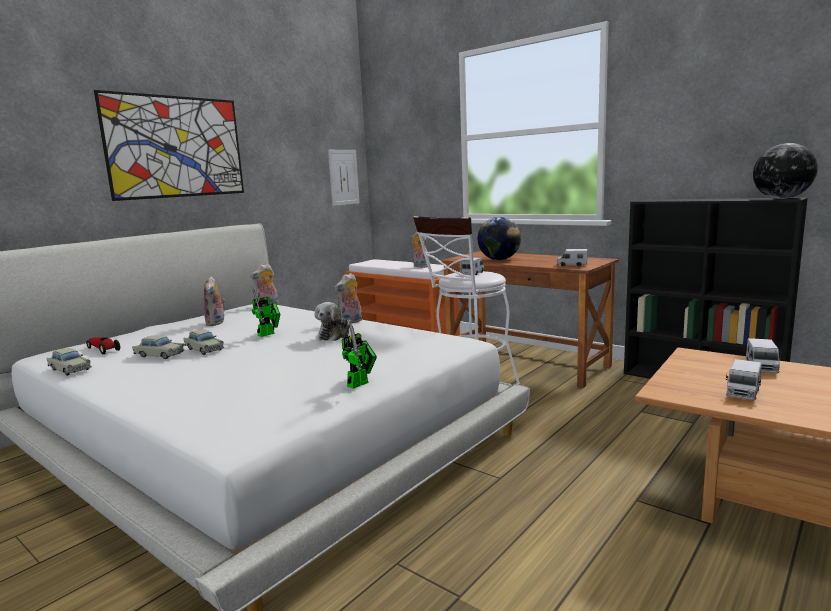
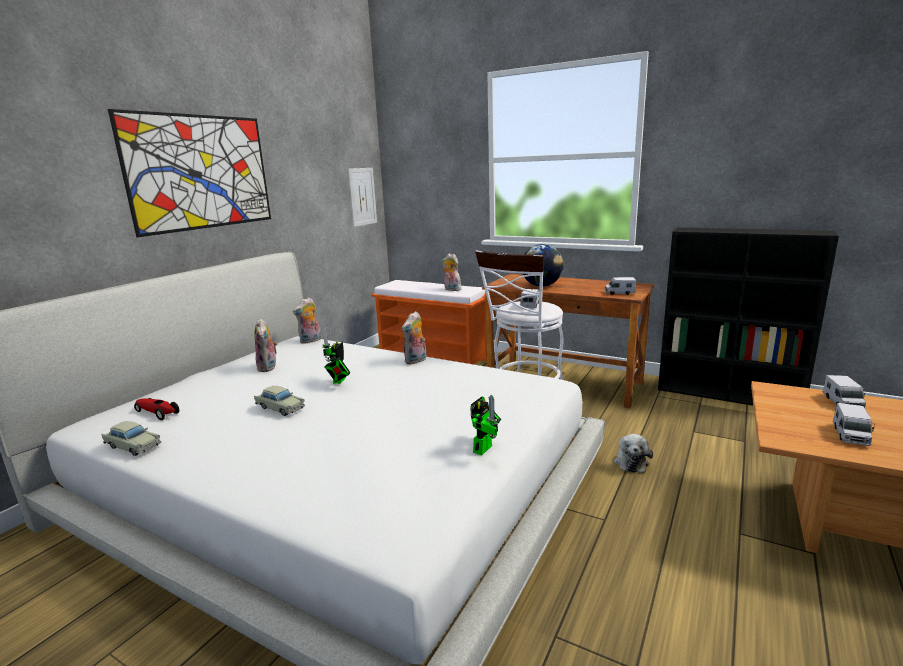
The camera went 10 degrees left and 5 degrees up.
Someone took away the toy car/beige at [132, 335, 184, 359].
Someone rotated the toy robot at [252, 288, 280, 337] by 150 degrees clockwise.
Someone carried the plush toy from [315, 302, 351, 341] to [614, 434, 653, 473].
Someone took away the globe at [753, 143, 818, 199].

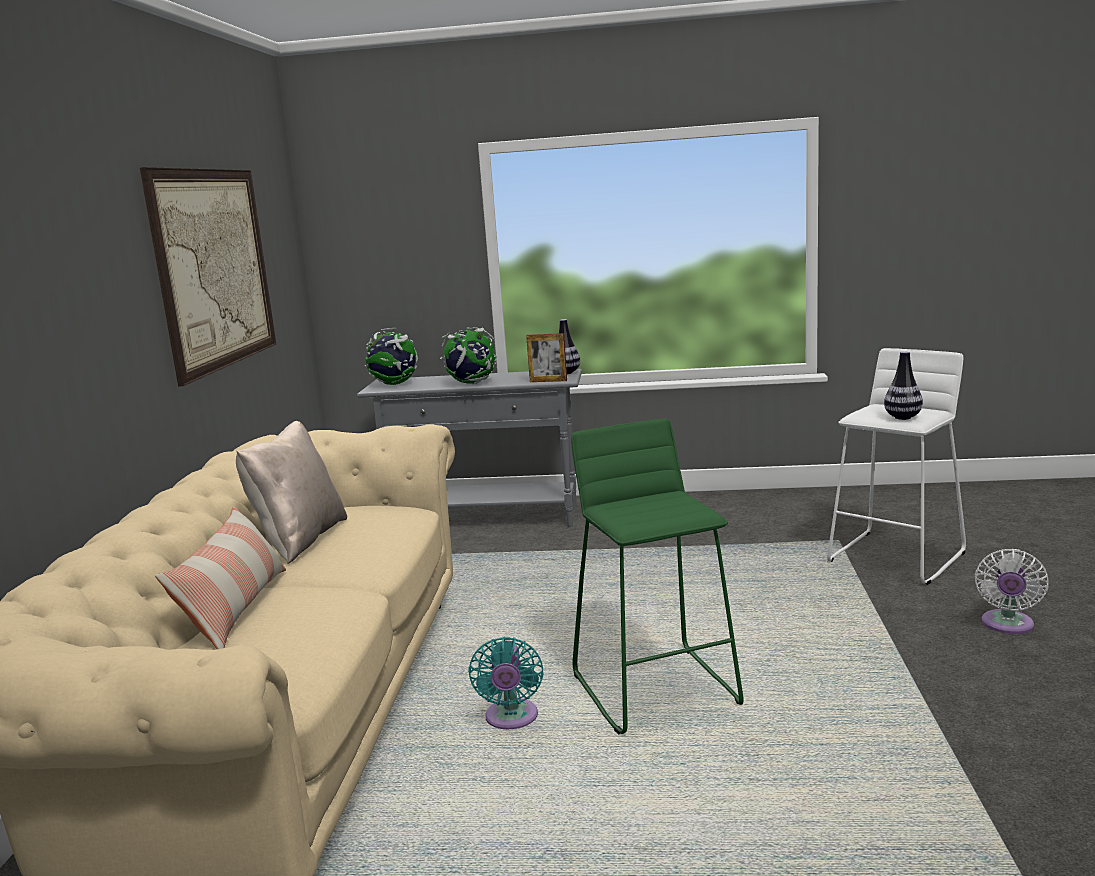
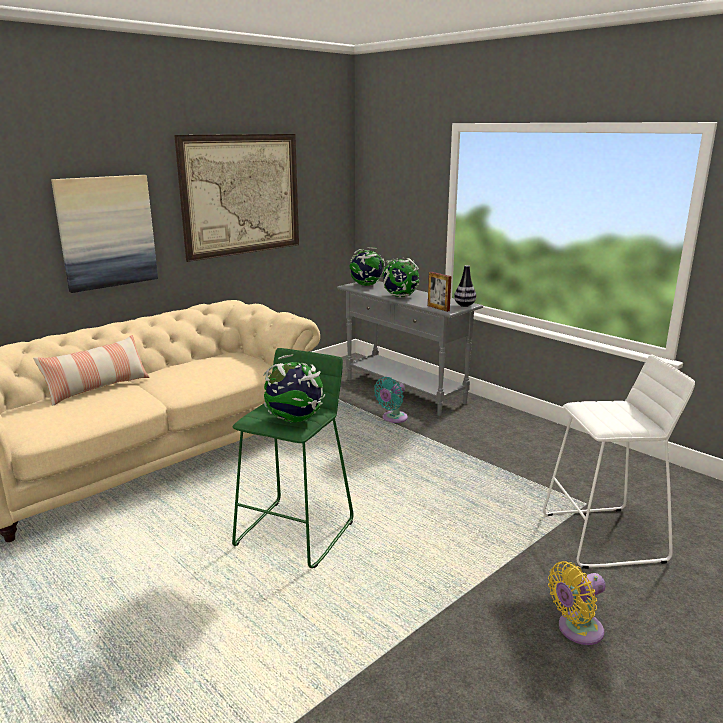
The camera went 40 degrees right and 5 degrees up.
Someone took away the pillow/beige at [236, 421, 347, 564].
Someone carried the fan/turquoise from [468, 637, 544, 729] to [374, 377, 408, 423].
Someone took away the vase at [884, 351, 923, 420].
Someone repainted the fan/white at [975, 549, 1049, 634], which became the fan/yellow at [548, 561, 606, 645].
Someone put up the picture at [51, 175, 158, 293].
Someone put down the globe at [263, 354, 326, 423].

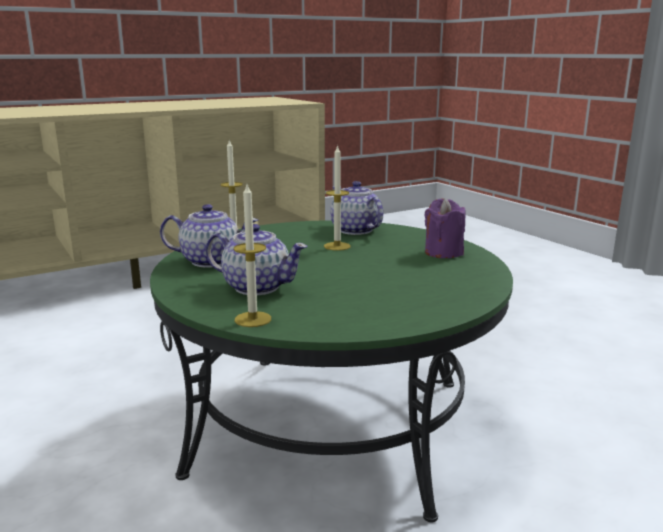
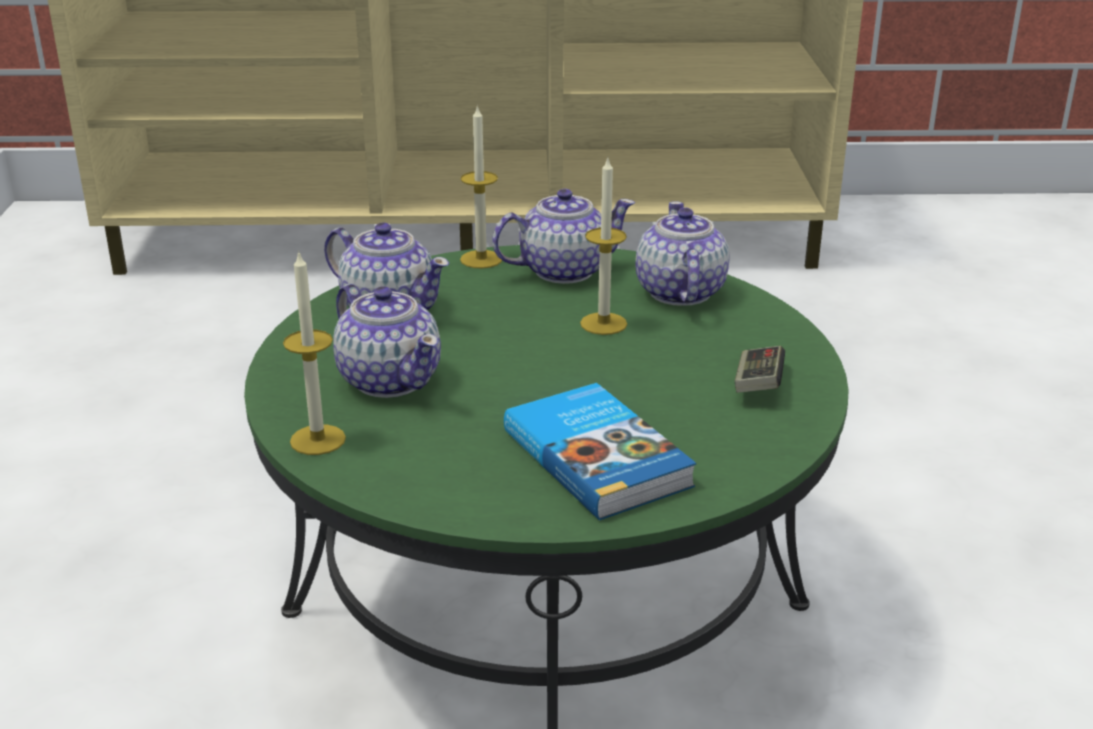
The camera went 30 degrees right and 10 degrees up.
Someone swapped the candle/purple at [425, 198, 466, 258] for the game controller at [735, 346, 785, 393].
Someone put down the teapot at [492, 189, 635, 284].
Someone put down the book at [504, 383, 696, 520].

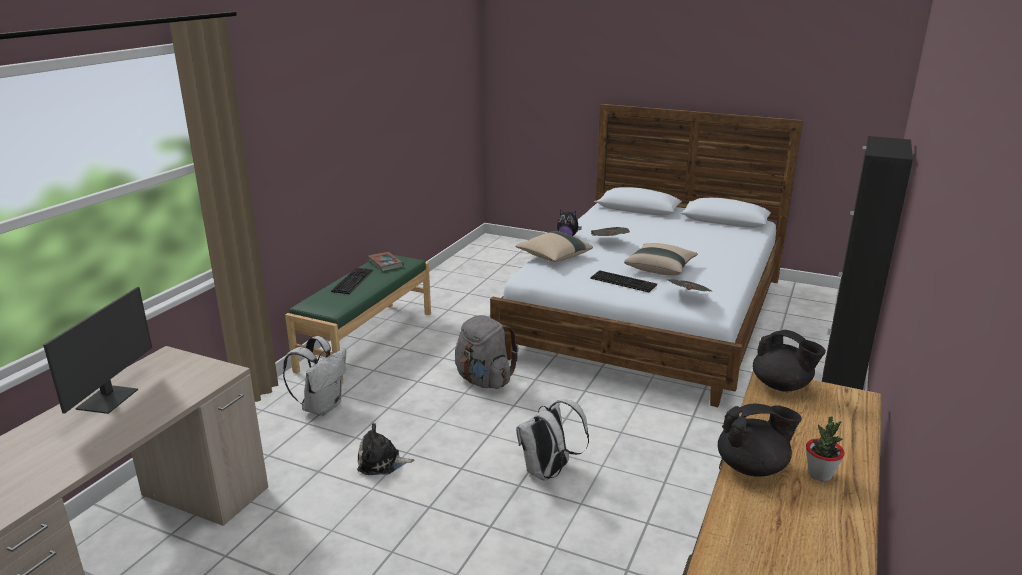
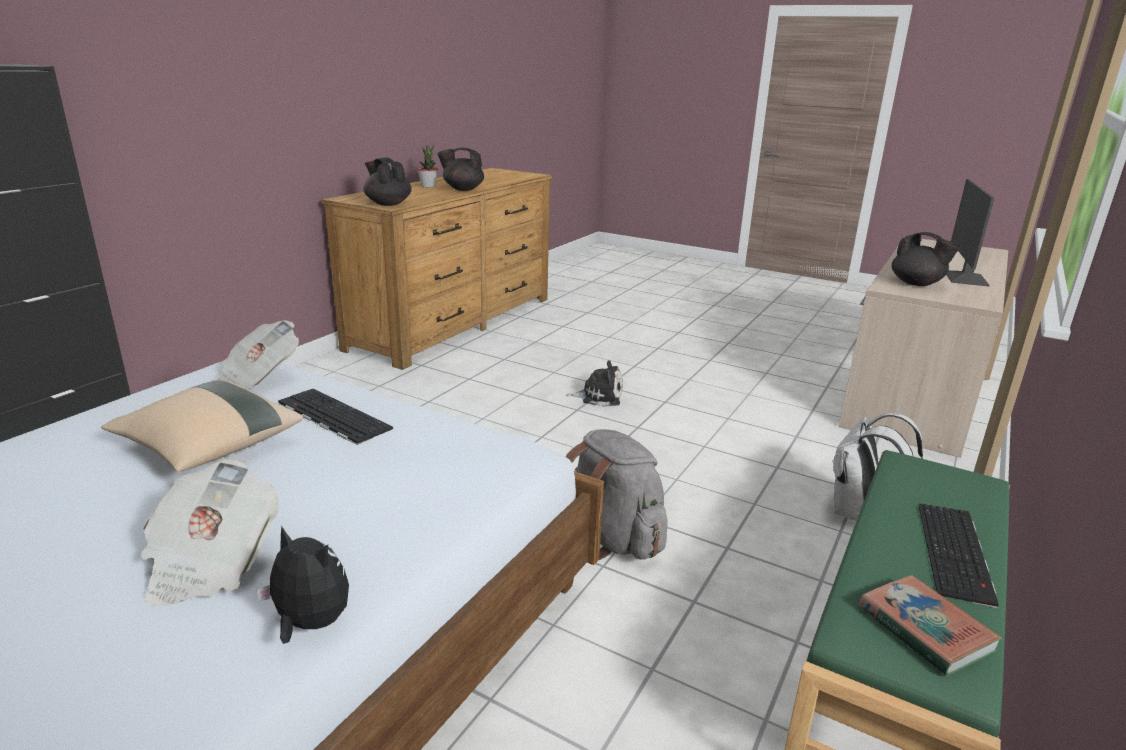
The camera went 175 degrees left and 0 degrees up.
Someone carried the plush toy from [357, 423, 414, 475] to [566, 360, 623, 407].
Someone took away the pillow/beige at [515, 231, 593, 262].
Someone took away the backpack/white at [516, 399, 589, 481].
Someone put down the teapot/black at [892, 232, 961, 286].

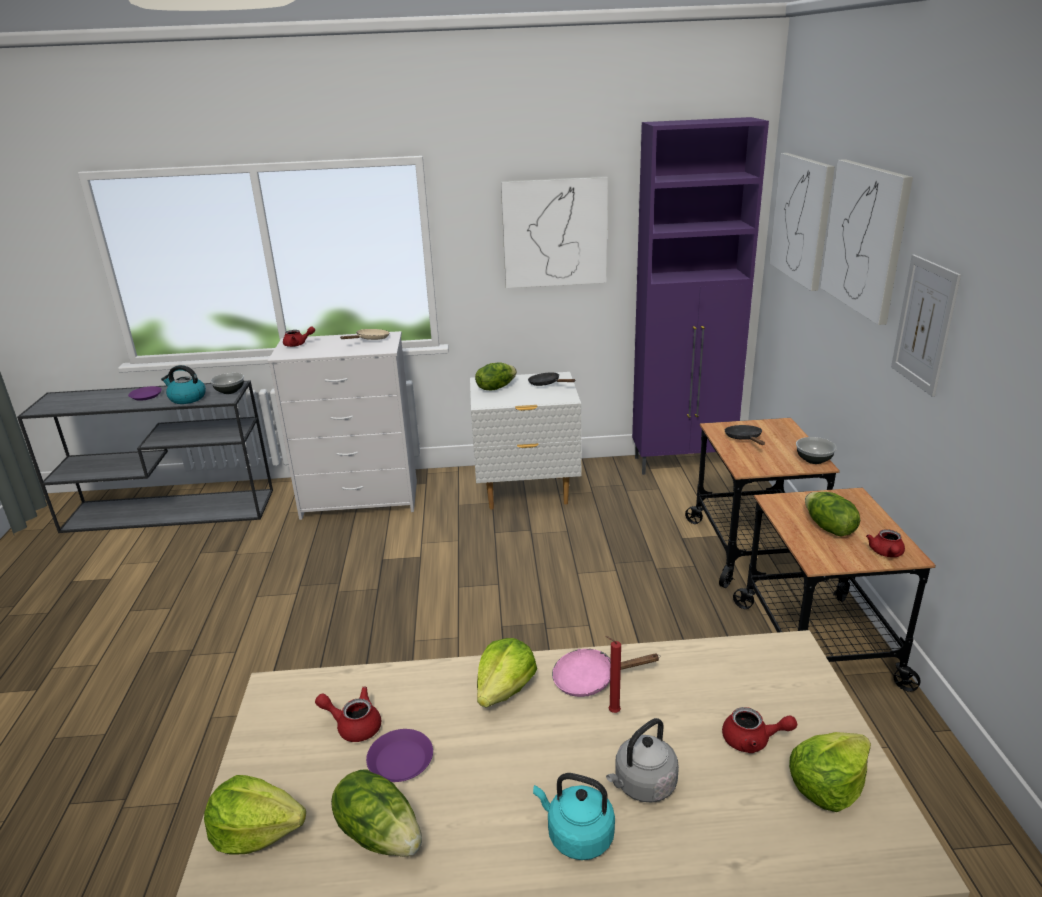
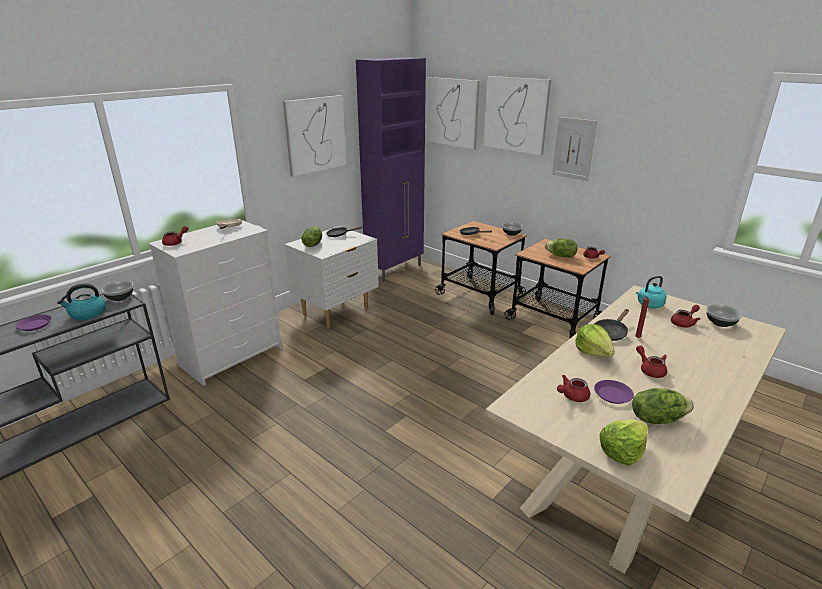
The camera went 45 degrees left and 0 degrees up.
Someone carried the kettle/turquoise from [533, 773, 615, 860] to [636, 276, 667, 308].
Someone repainted the frying pan/pink at [552, 649, 660, 697], which became the frying pan/black at [594, 309, 629, 341].
Someone took away the kettle/grey at [606, 718, 679, 803].
Someone swapped the lettuce at [789, 732, 871, 812] for the bowl at [706, 304, 742, 327].
Someone put down the teapot/red at [636, 345, 667, 378].

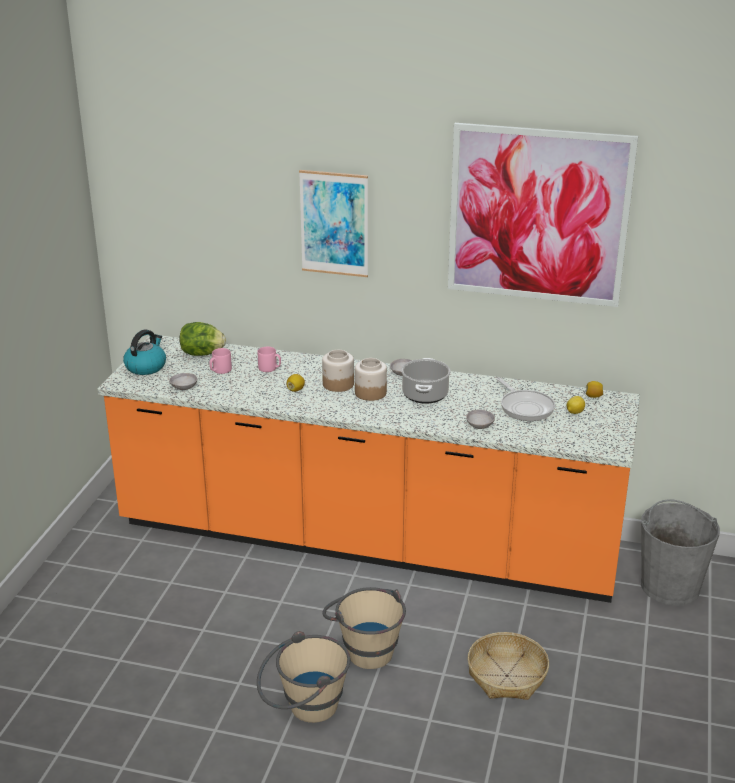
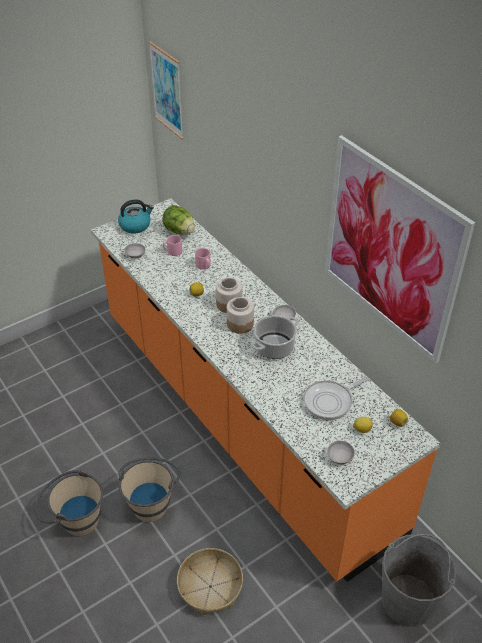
The camera went 40 degrees right and 15 degrees up.
Someone carried the picture from [299, 170, 368, 277] to [148, 41, 184, 140].
Someone carried the bowl/grey from [466, 410, 495, 429] to [327, 441, 355, 464].
Someone rotated the frying pan at [496, 378, 555, 421] by 45 degrees clockwise.

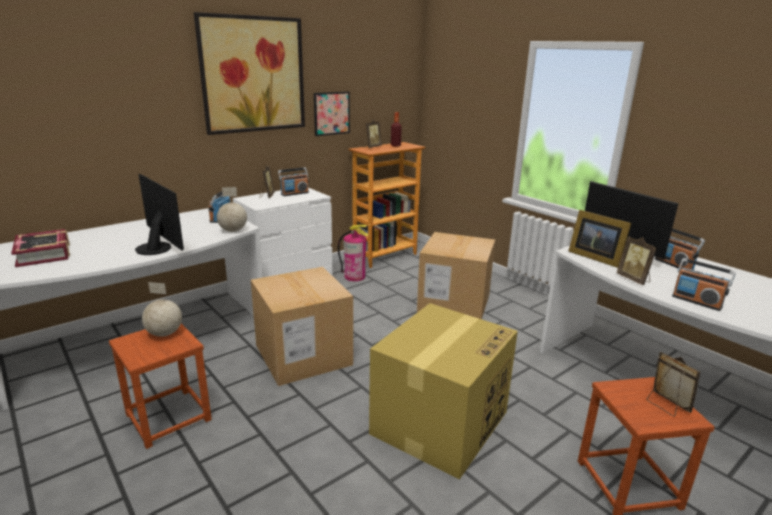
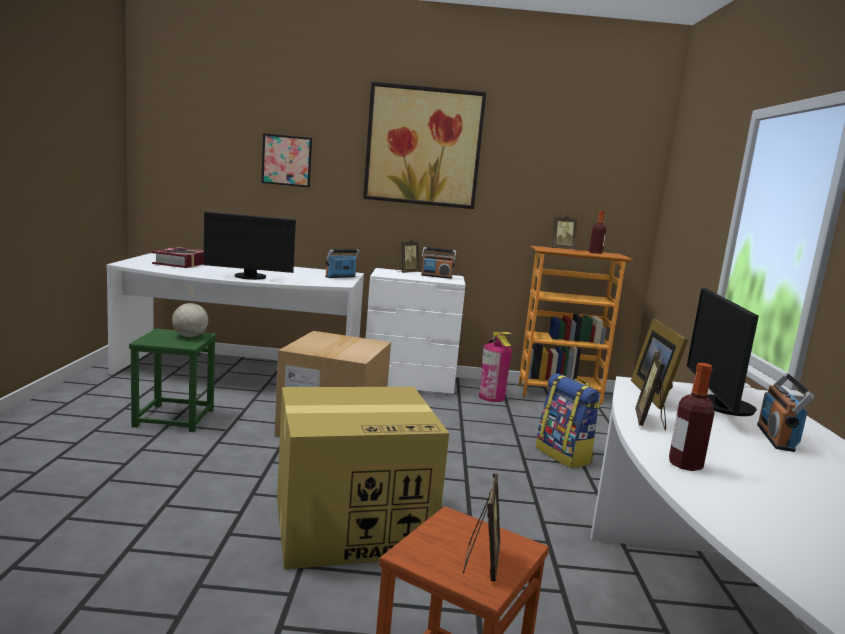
The camera went 40 degrees right and 10 degrees down.
Someone repainted the stool/brown at [109, 323, 212, 449], which became the stool/green at [129, 329, 217, 432].
Someone rotated the monitor at [135, 174, 184, 255] by 90 degrees clockwise.
Someone took away the globe at [217, 187, 247, 232].
Someone carried the picture from [314, 92, 350, 136] to [261, 133, 312, 187].
Someone swapped the cardboard box at [417, 232, 495, 319] for the backpack at [536, 373, 600, 468].
Someone swapped the radio at [672, 258, 736, 311] for the bottle at [669, 363, 715, 471].

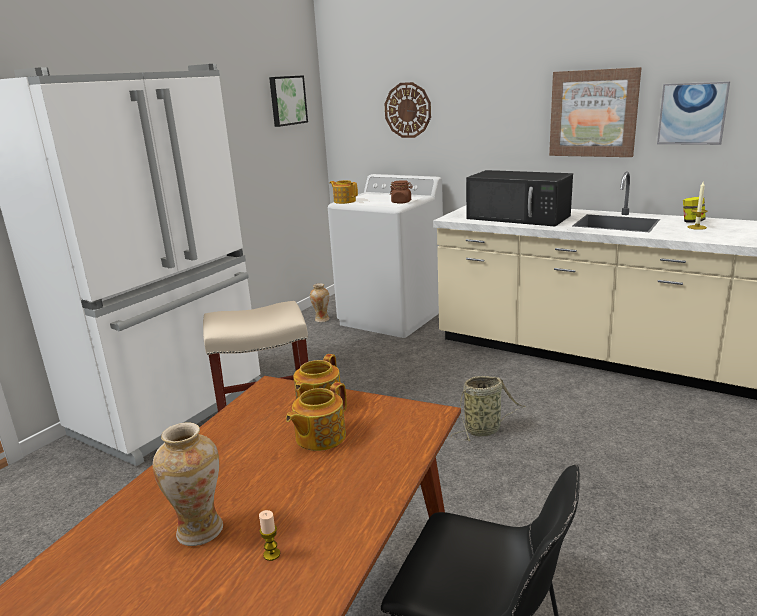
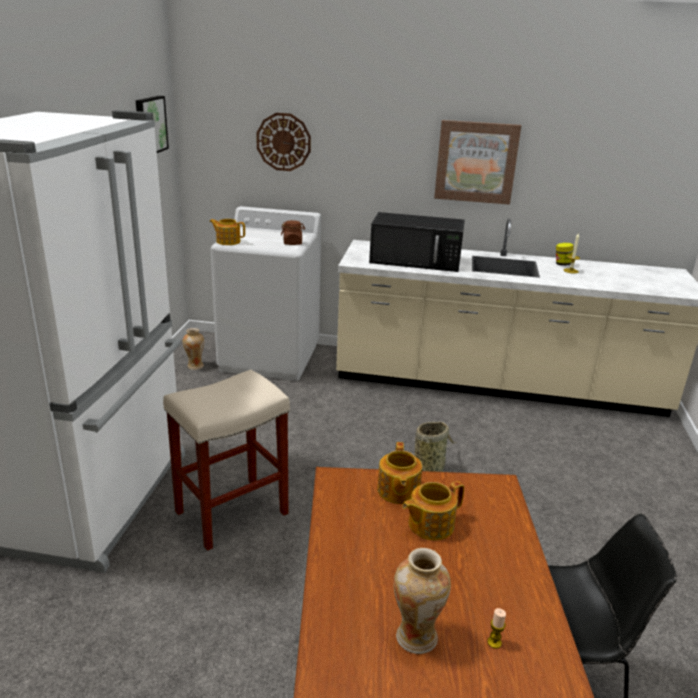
The camera went 25 degrees left and 5 degrees up.
Someone rotated the teapot at [286, 382, 347, 451] by 45 degrees clockwise.
Someone took away the picture at [657, 81, 730, 145].

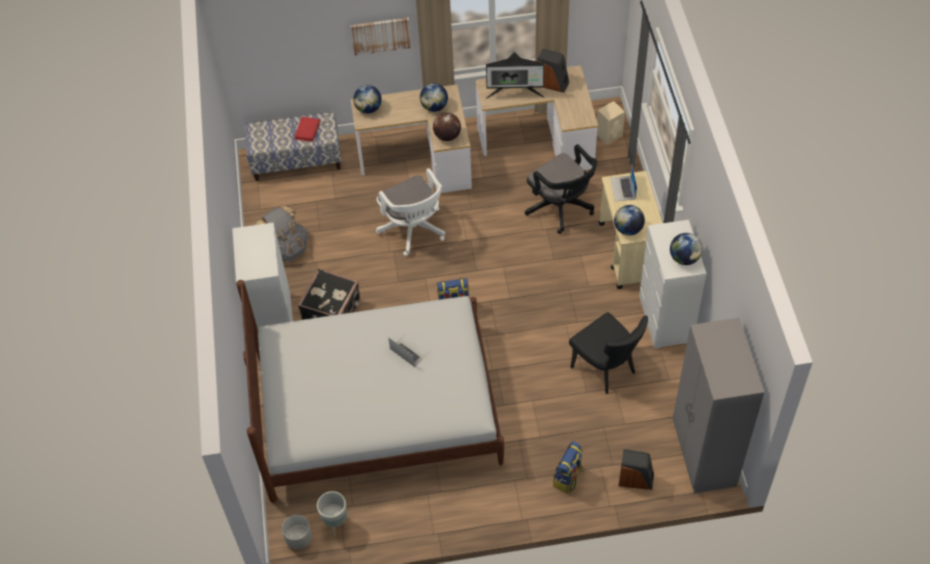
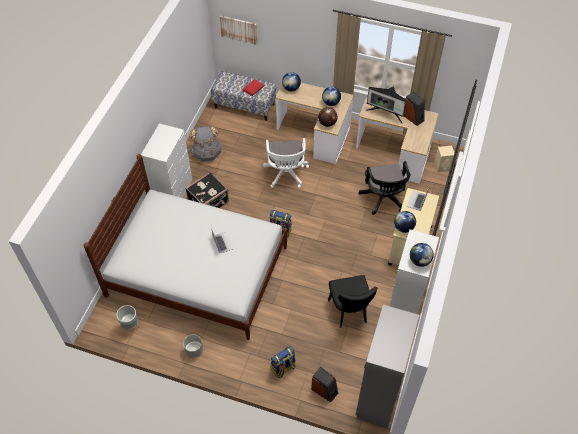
The camera went 25 degrees right and 0 degrees up.
Someone carried the planter/grey from [282, 515, 312, 549] to [183, 334, 203, 358].
Someone carried the picture from [351, 18, 412, 56] to [220, 15, 257, 45].

